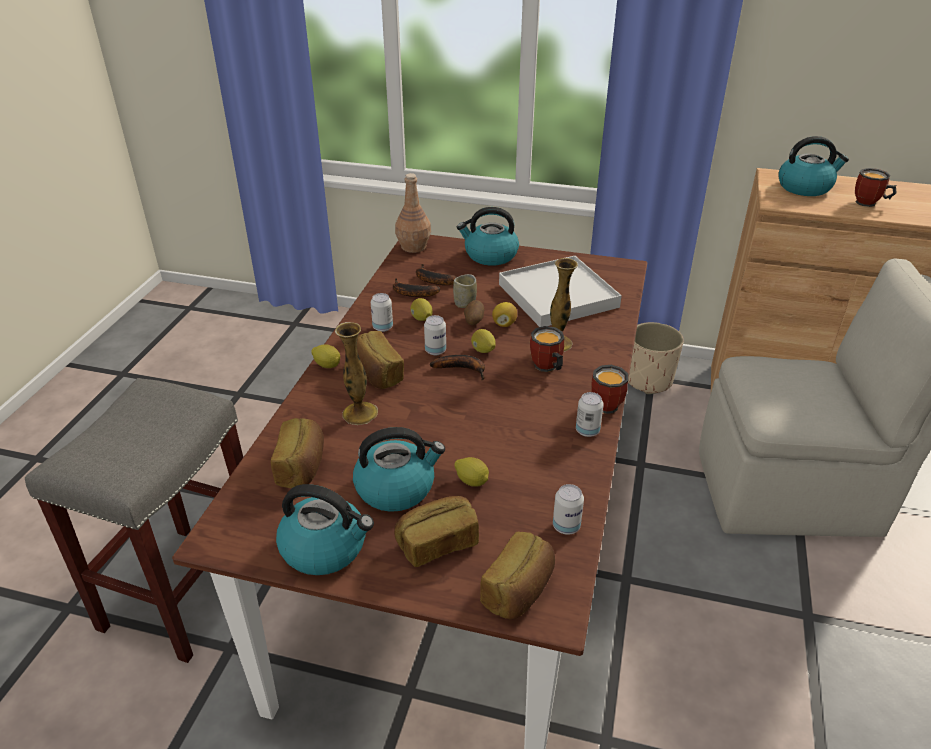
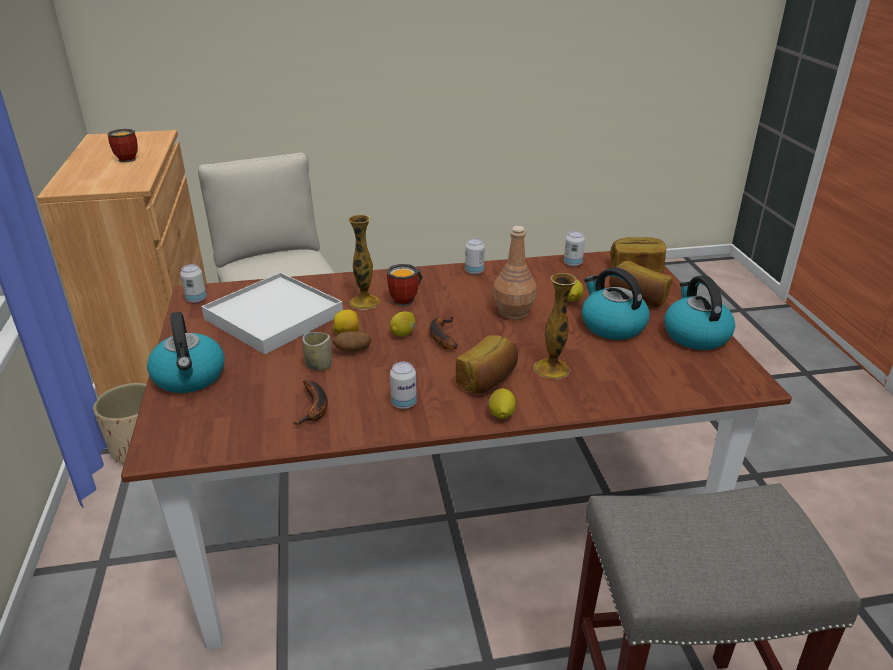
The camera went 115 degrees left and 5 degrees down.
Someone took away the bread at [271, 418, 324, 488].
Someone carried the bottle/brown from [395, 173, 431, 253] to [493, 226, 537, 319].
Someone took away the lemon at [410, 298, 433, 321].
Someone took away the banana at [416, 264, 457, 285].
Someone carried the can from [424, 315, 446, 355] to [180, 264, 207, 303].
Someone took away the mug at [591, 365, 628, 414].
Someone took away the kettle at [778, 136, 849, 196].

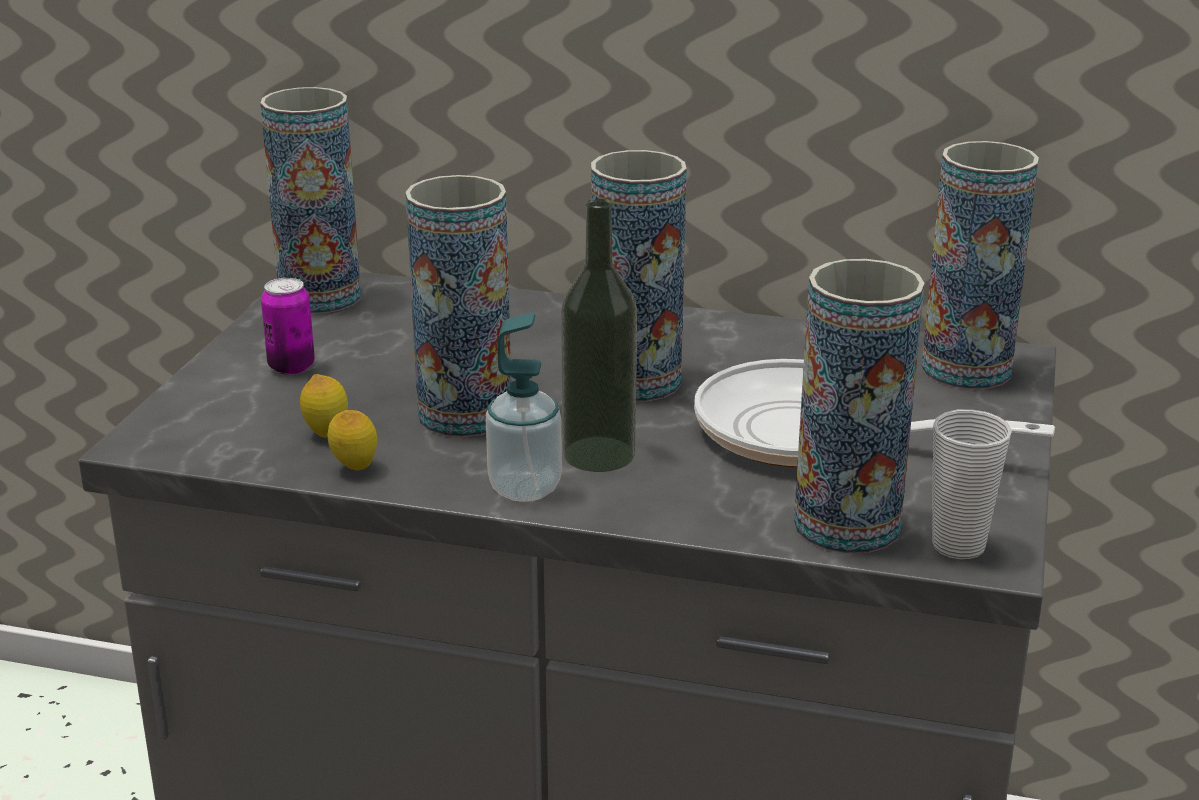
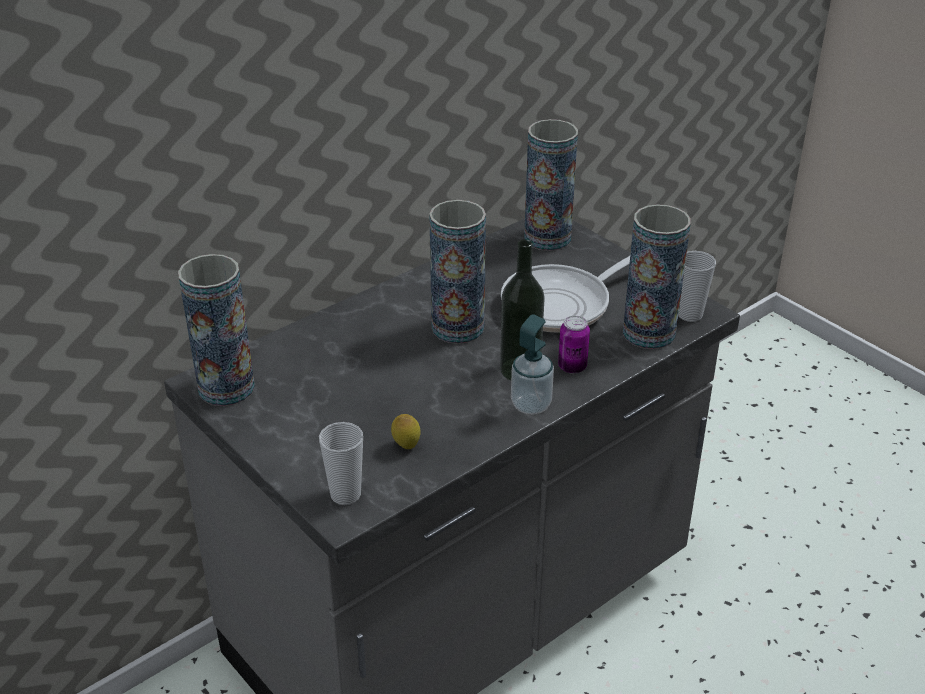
The camera went 55 degrees left and 10 degrees up.
Someone carried the can from [261, 278, 315, 375] to [558, 316, 590, 374].
Someone took away the lemon at [328, 410, 377, 471].
Someone took away the vase at [405, 175, 511, 437].
Someone put down the cup at [319, 422, 363, 505].

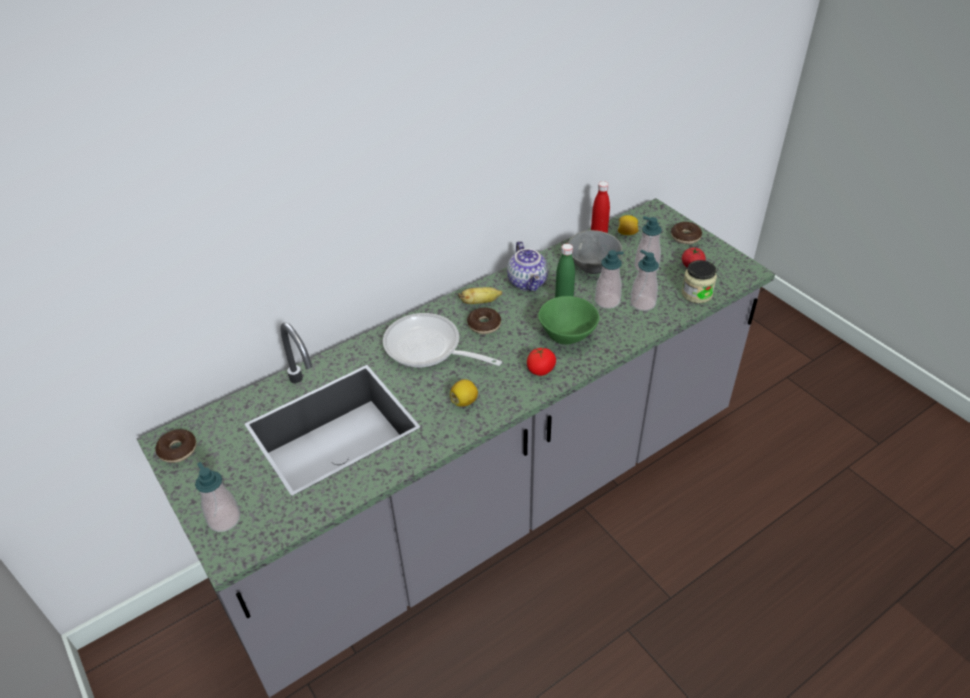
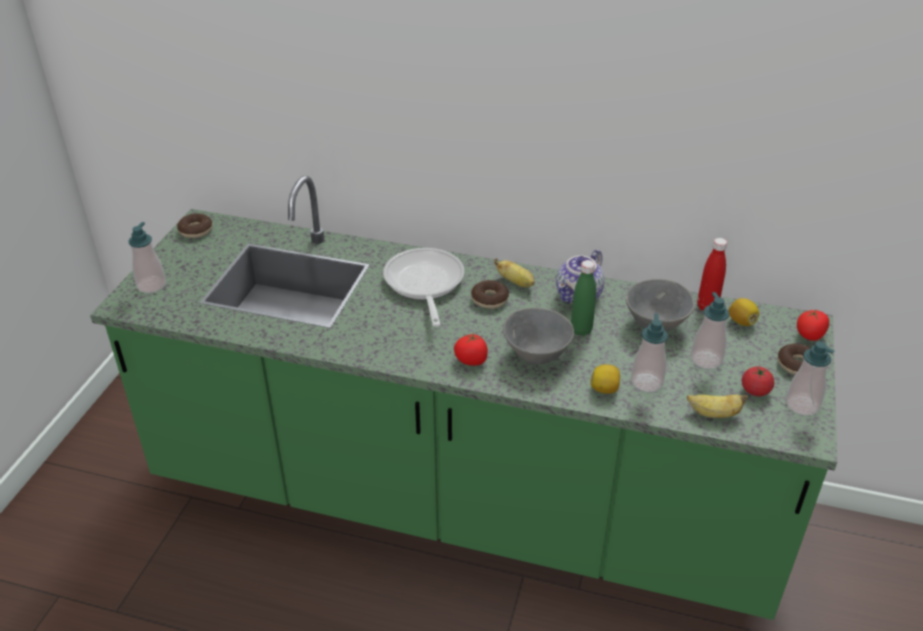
The camera went 50 degrees right and 5 degrees down.
Someone repainted the counter/grey at [137, 198, 775, 697], which became the counter/green at [90, 176, 837, 620].
Someone carried the lemon from [450, 379, 478, 407] to [590, 364, 620, 394].
Someone repainted the bowl/green at [538, 296, 599, 344], which became the bowl/grey at [503, 308, 574, 364].
Someone carried the soap dispenser from [595, 250, 624, 309] to [786, 341, 835, 416].
Someone swapped the jar at [682, 260, 717, 303] for the banana at [687, 395, 748, 418].
Someone put down the tomato at [797, 310, 829, 341].

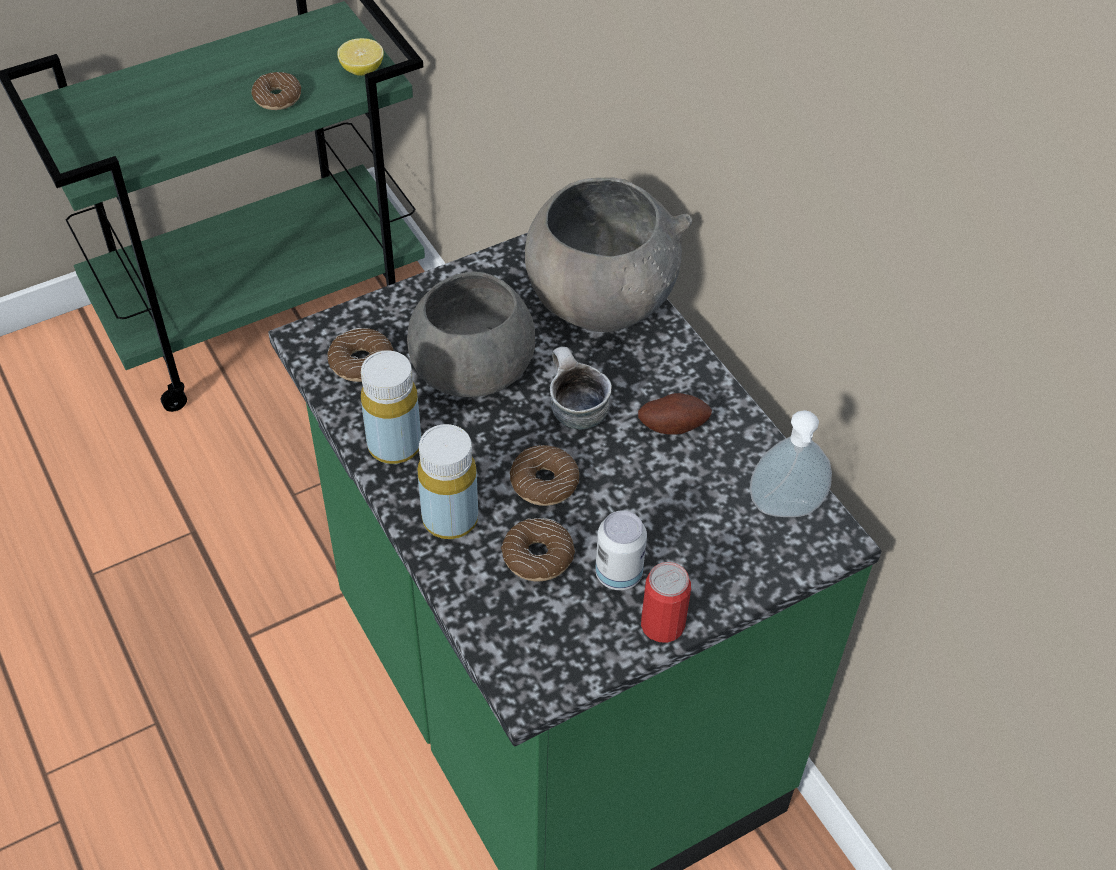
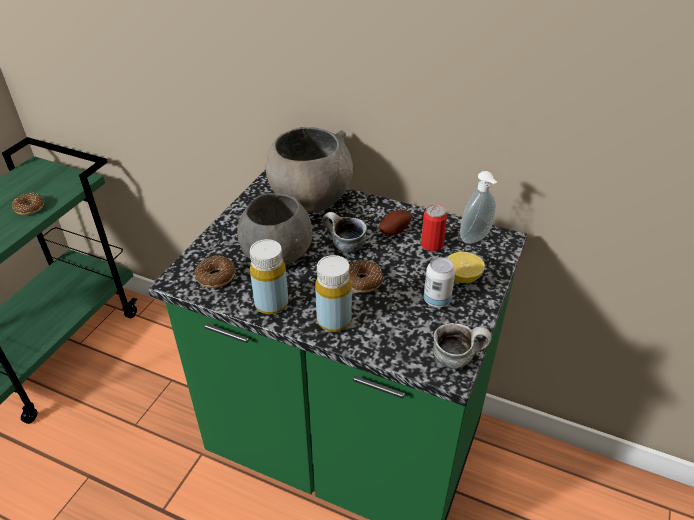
The camera went 35 degrees left and 10 degrees down.
Someone carried the lemon from [337, 38, 384, 76] to [447, 252, 485, 283].
Someone took away the donut at [501, 518, 575, 581].
Someone carried the can from [641, 562, 691, 643] to [421, 204, 447, 251].
Someone put down the mug at [433, 323, 491, 369].

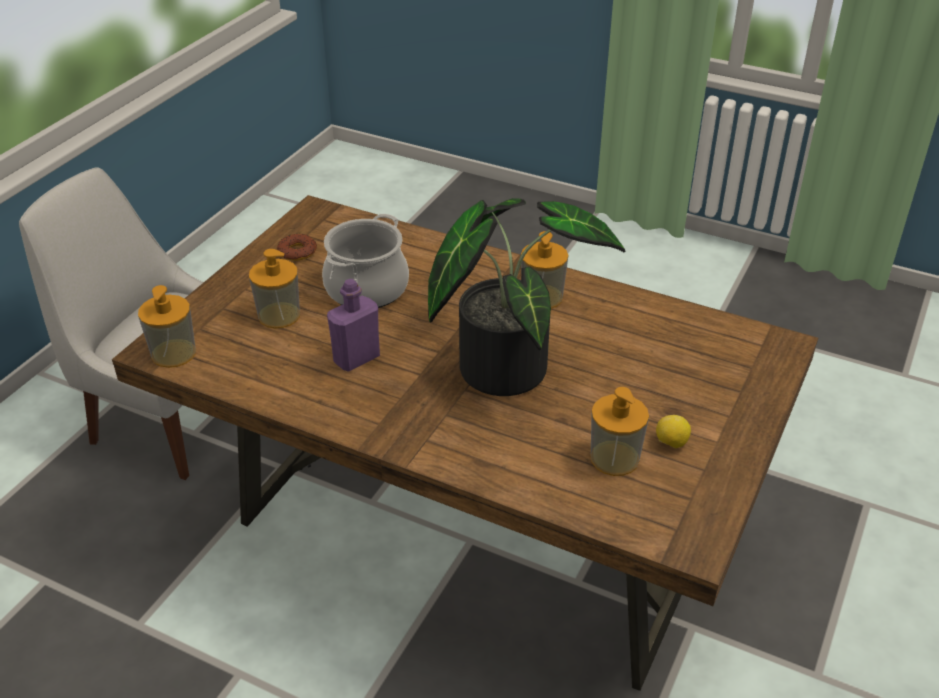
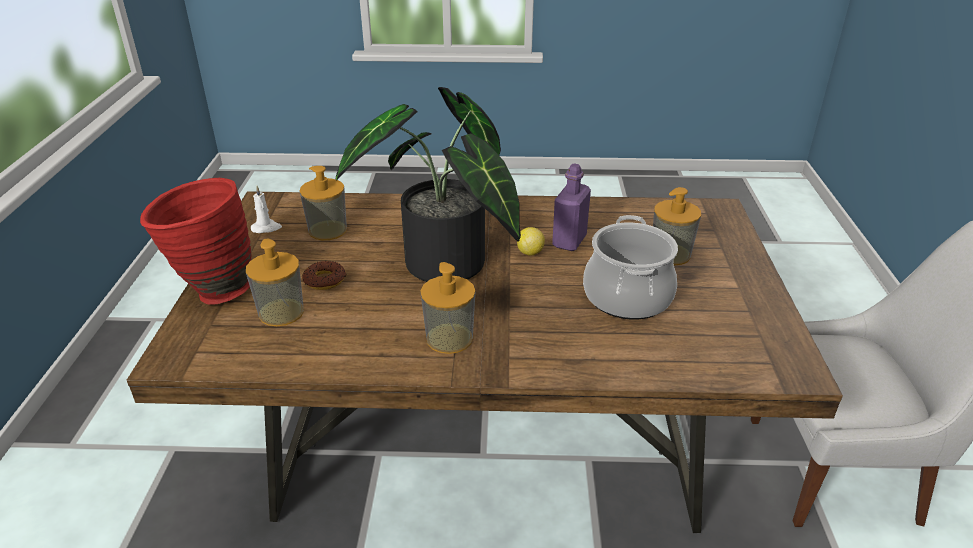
The camera went 155 degrees right and 5 degrees down.
Someone carried the soap dispenser from [138, 285, 196, 368] to [246, 238, 304, 326].
Someone carried the donut from [277, 234, 317, 261] to [302, 261, 347, 290].
Someone carried the lemon from [656, 415, 691, 449] to [517, 227, 545, 255].
Someone put down the vase/red at [140, 178, 252, 305].
Someone put down the candle/white at [251, 186, 282, 233].

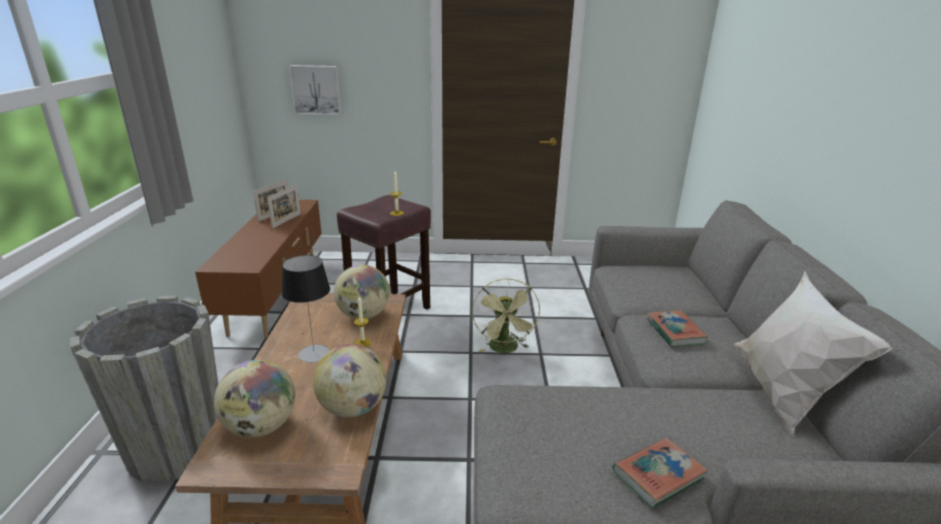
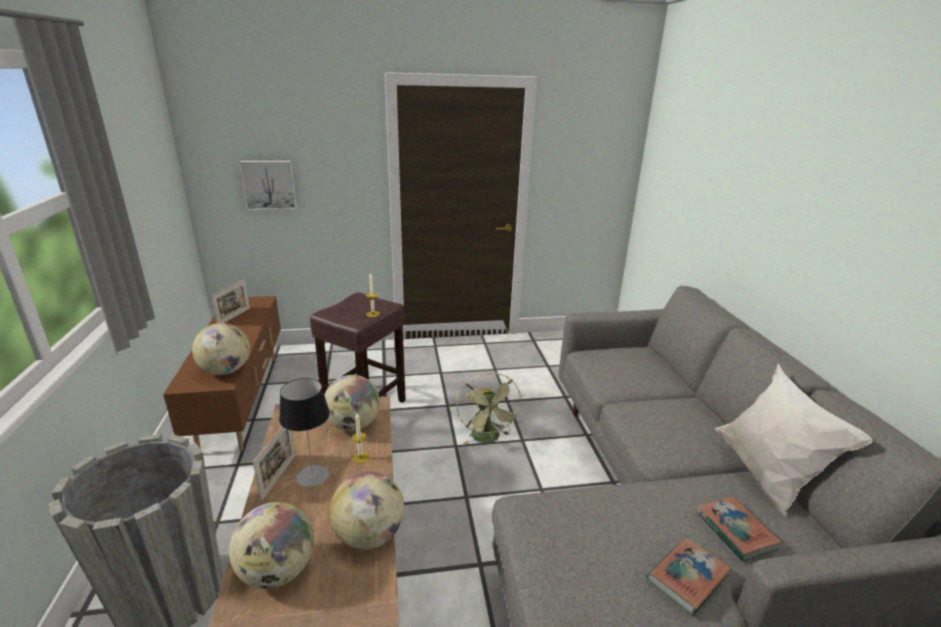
The camera went 10 degrees left and 0 degrees up.
Someone carried the picture frame from [267, 184, 301, 229] to [253, 427, 296, 501].
Someone carried the book from [646, 310, 708, 347] to [696, 496, 782, 561].
Someone put down the globe at [192, 323, 250, 375].

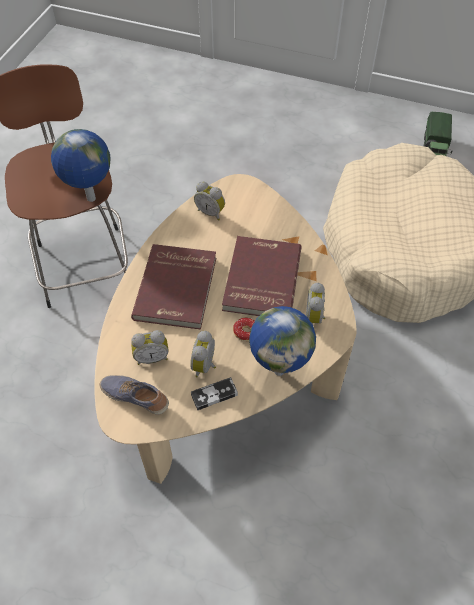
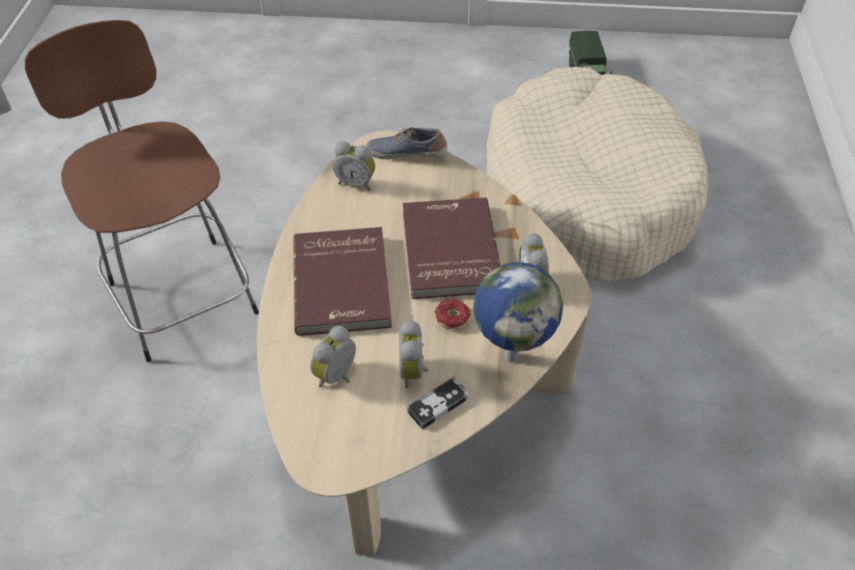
The camera went 15 degrees left and 5 degrees down.
Someone took away the globe at [51, 129, 110, 202].
Someone carried the shoe from [100, 375, 169, 415] to [366, 128, 448, 159].
Someone rotated the alarm clock at [131, 330, 168, 365] by 150 degrees clockwise.

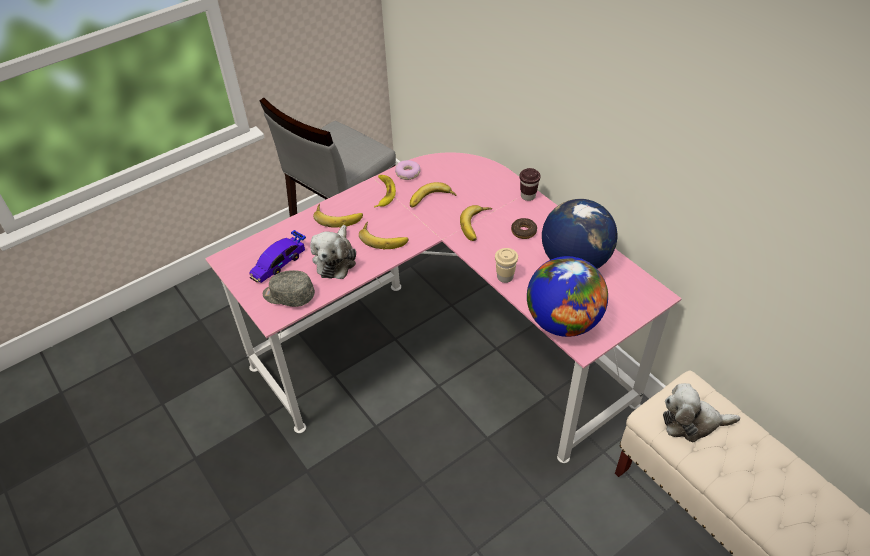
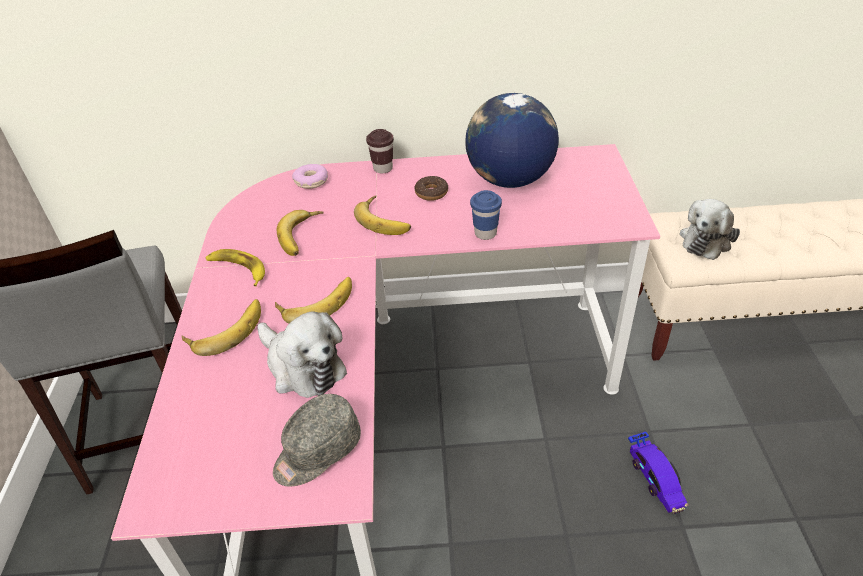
The camera went 55 degrees left and 5 degrees down.
Someone carried the toy car from [249, 230, 306, 283] to [628, 432, 688, 514].
Someone carried the donut from [395, 160, 420, 180] to [292, 164, 328, 189].
Someone repainted the cup/beige at [495, 248, 518, 283], which became the cup/blue at [470, 190, 502, 240].
Someone took away the globe at [527, 256, 608, 337].

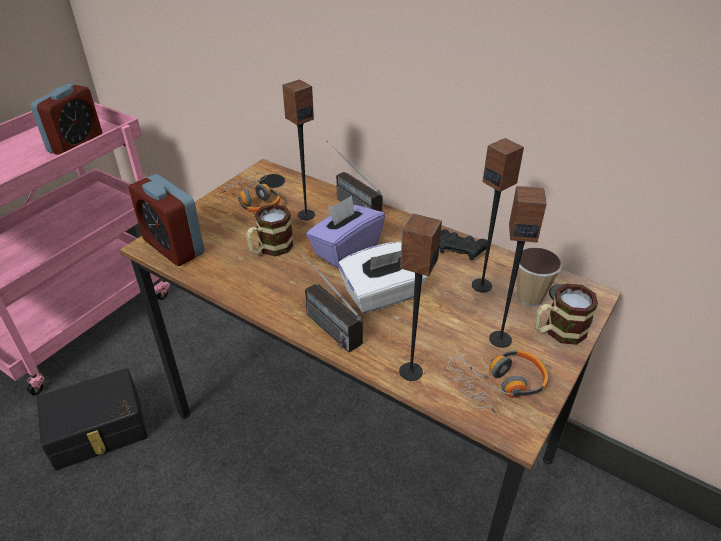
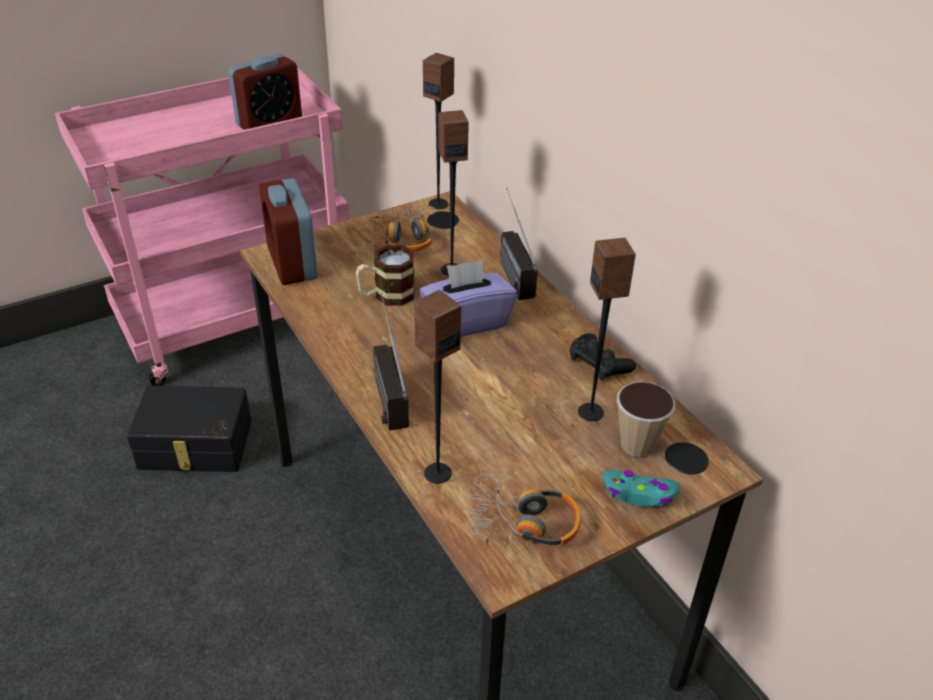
The camera went 25 degrees right and 0 degrees up.
Someone took away the tissue box/white at [338, 242, 427, 313].
Someone carried the speaker from [489, 186, 547, 348] to [423, 53, 454, 209].
Someone swapped the mug at [534, 283, 598, 345] for the game controller/turquoise at [603, 470, 680, 507].

